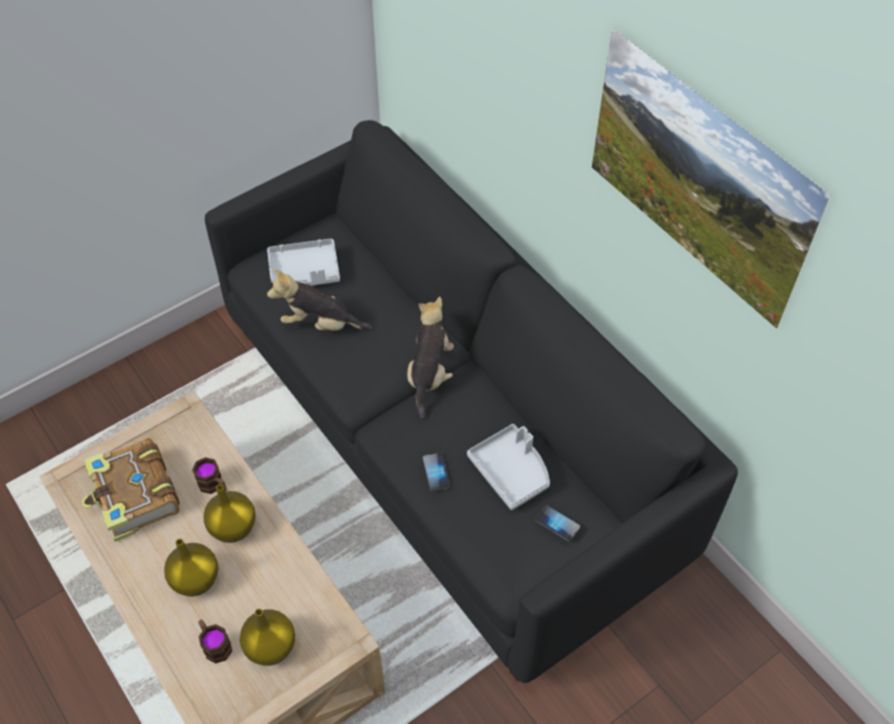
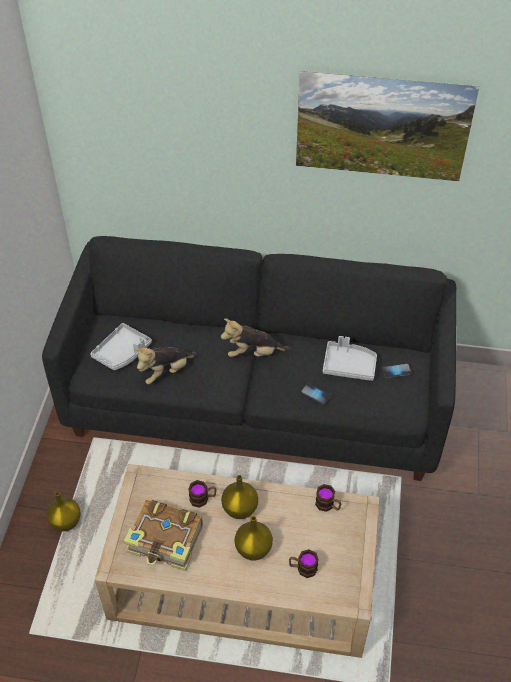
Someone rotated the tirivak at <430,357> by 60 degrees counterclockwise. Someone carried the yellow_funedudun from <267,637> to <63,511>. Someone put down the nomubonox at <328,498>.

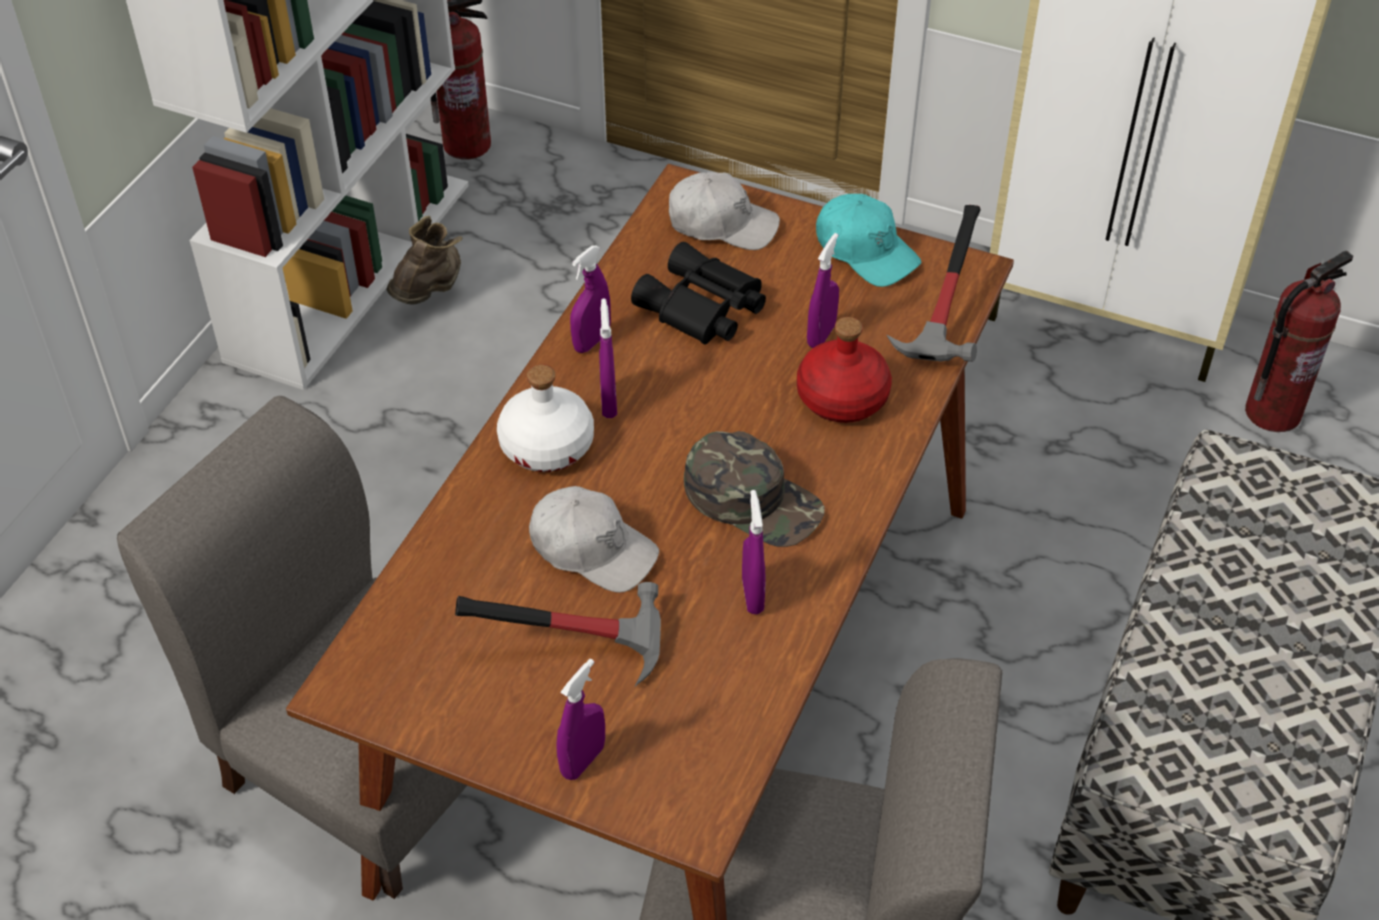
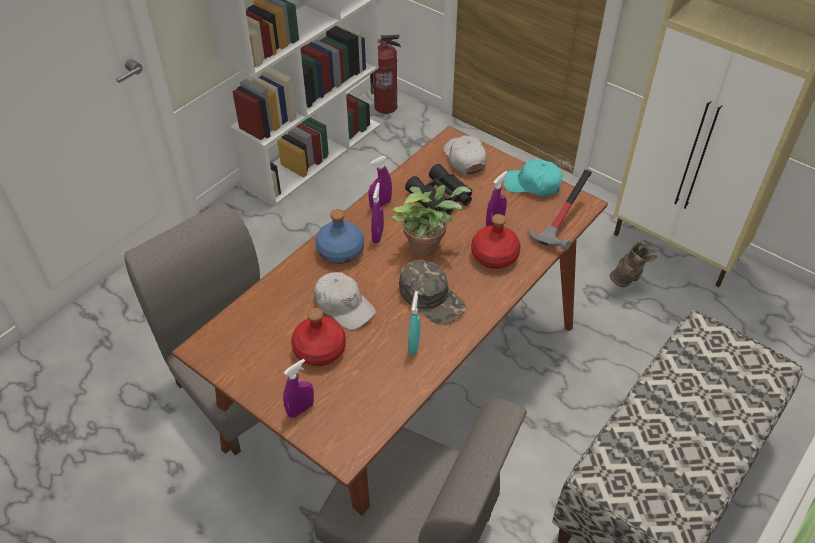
Someone rotated the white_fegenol at <724,211> by 135 degrees counterclockwise. Someone rotated the turquoise_fegenol at <868,240> by 135 degrees clockwise. Someone carried the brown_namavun from <424,260> to <633,264>. Someone took away the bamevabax at <1299,341>. Someone repainted the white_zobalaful at <545,418>, which became the blue_zobalaful at <339,236>. Someone repainted the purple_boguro at <754,552>, which became the turquoise_boguro at <414,323>. Someone swapped the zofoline at <558,634> for the red_zobalaful at <318,337>. Someone put down the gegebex at <432,221>.

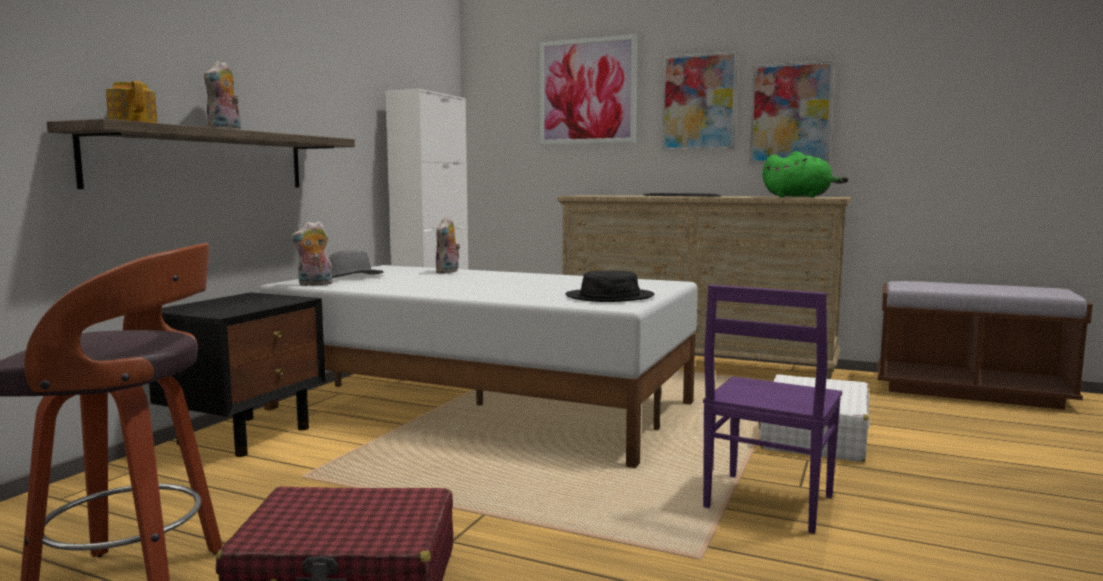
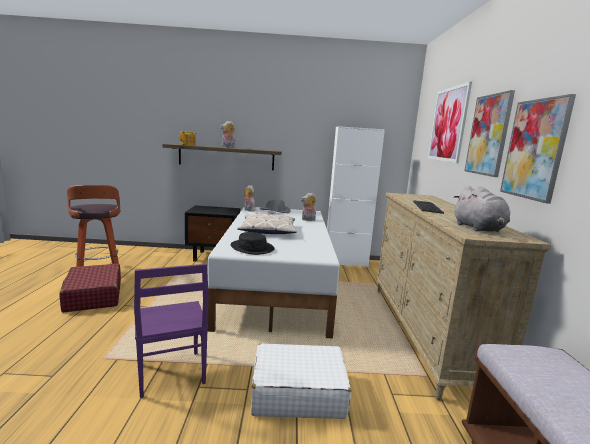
Someone repainted the green_tirivak at <805,174>, which became the grey_tirivak at <482,209>. Someone rotated the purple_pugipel at <772,409> by 120 degrees counterclockwise. Someone put down the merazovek at <267,223>.

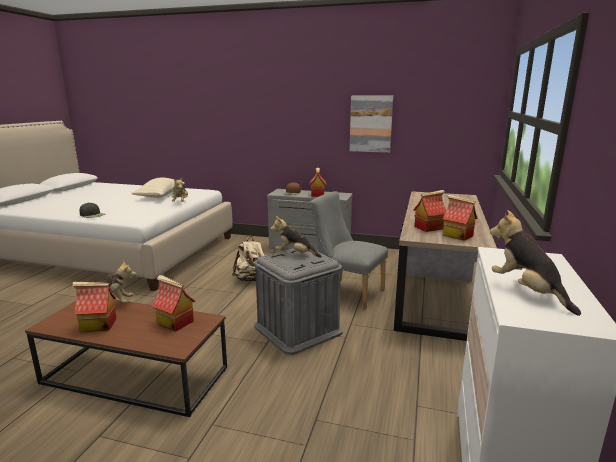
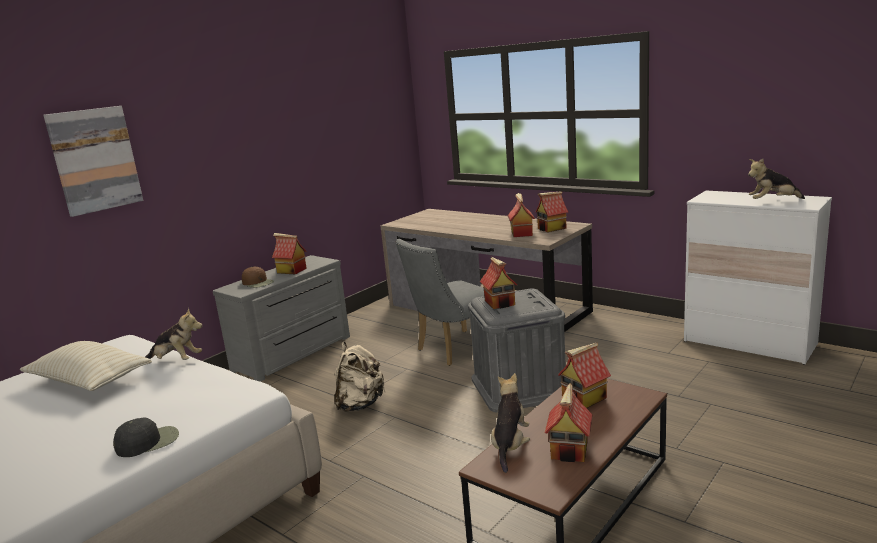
Someone carried the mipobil from <371,124> to <93,161>. Someone swapped the tirivak at <296,237> for the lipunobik at <498,283>.

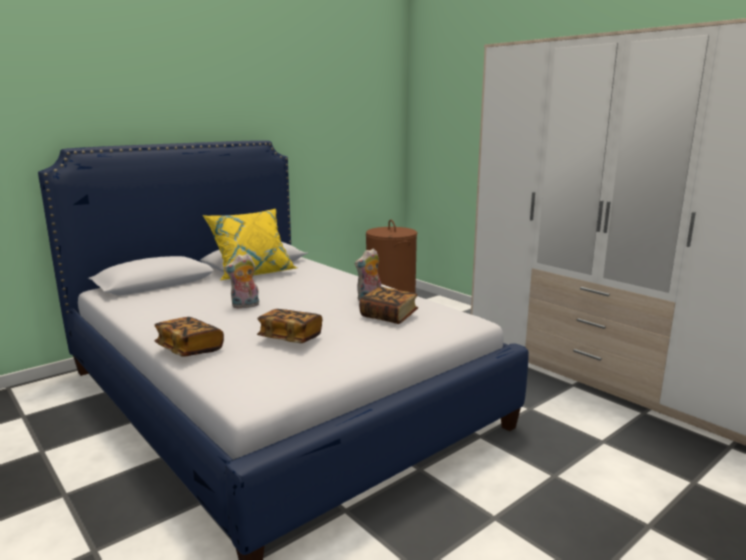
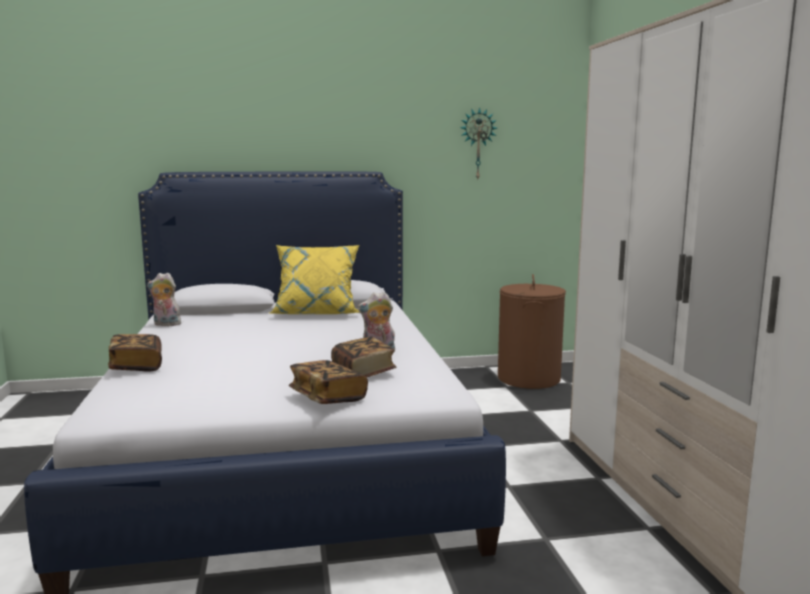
Someone carried the tirivak from <241,281> to <164,299>. Someone carried the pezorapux from <289,326> to <328,382>. Someone put up the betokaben at <478,143>.

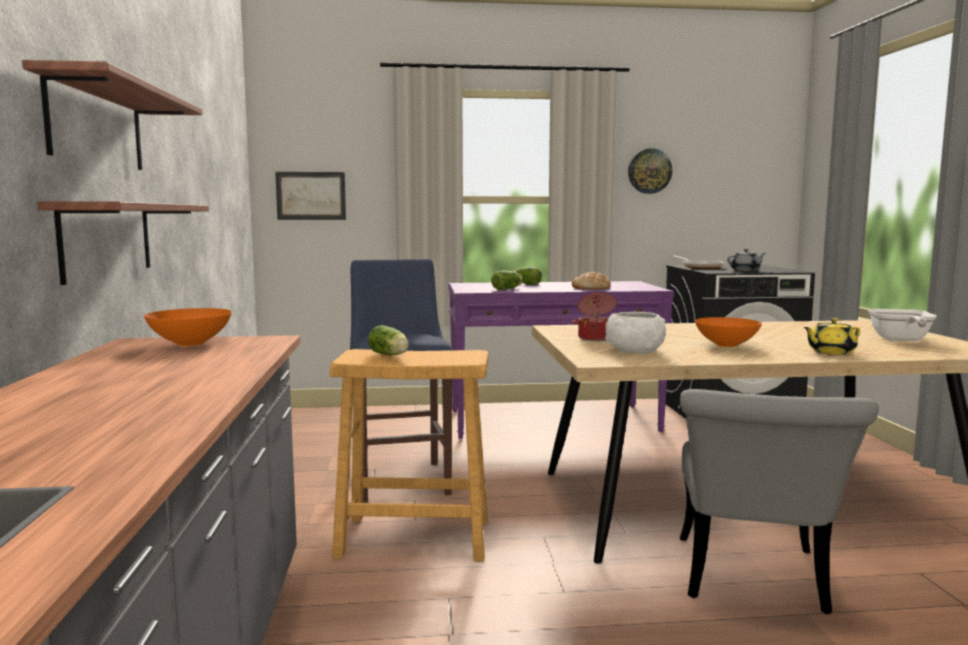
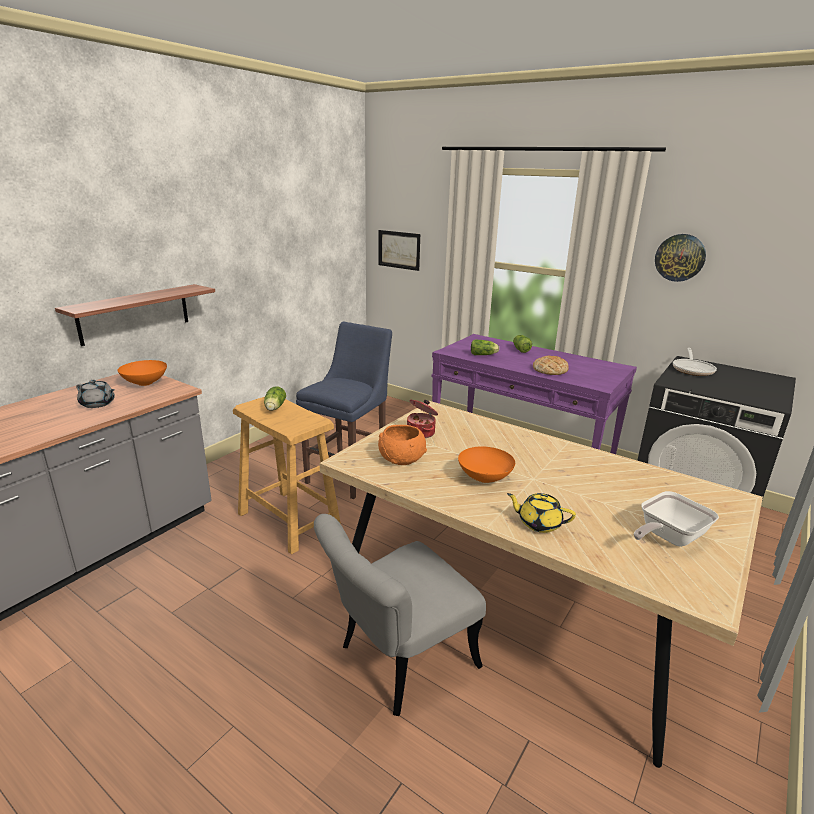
Someone took away the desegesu at <112,115>. Someone carried the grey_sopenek from <746,260> to <95,394>. Someone repainted the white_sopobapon at <635,333>, which became the orange_sopobapon at <402,445>.

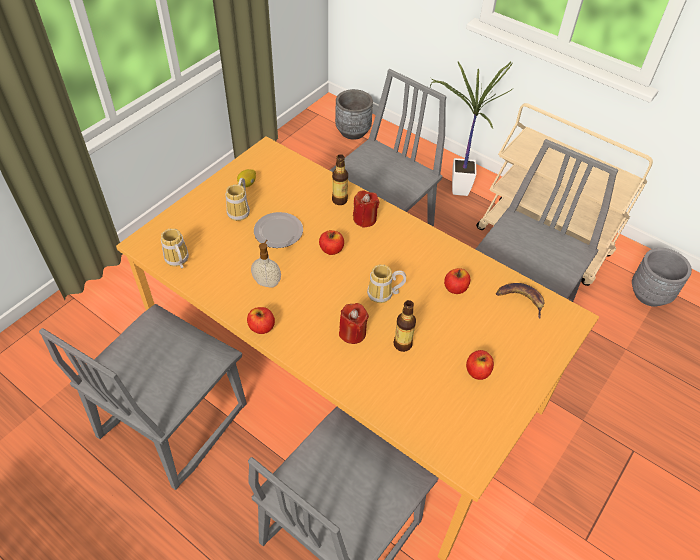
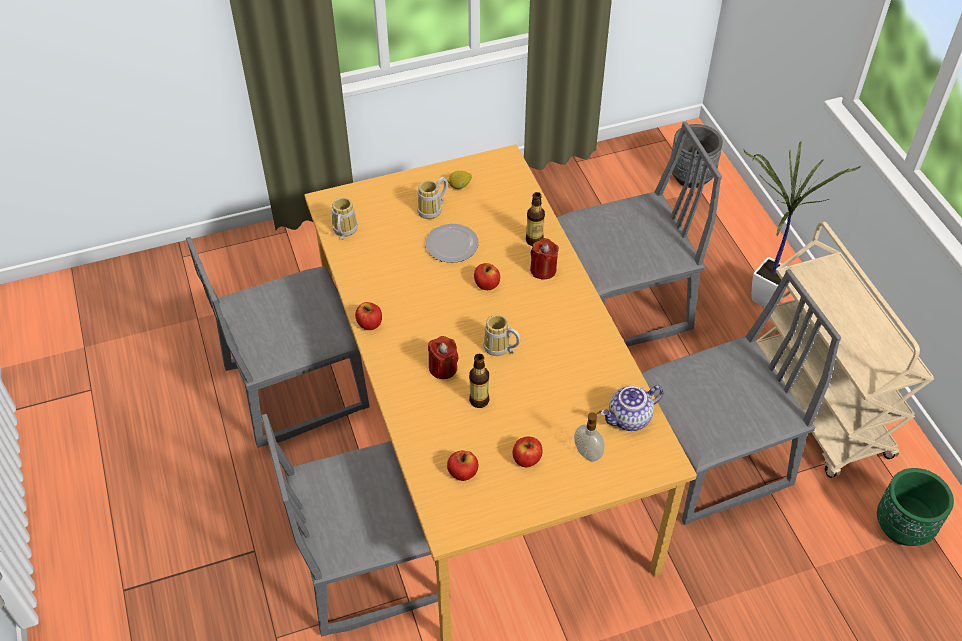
Someone carried the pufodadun from <266,263> to <589,436>. Someone repainted the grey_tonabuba at <662,277>, which became the green_tonabuba at <915,507>. Someone carried the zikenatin from <457,281> to <462,466>. Someone swapped the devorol at <520,300> for the sopenek at <632,408>.

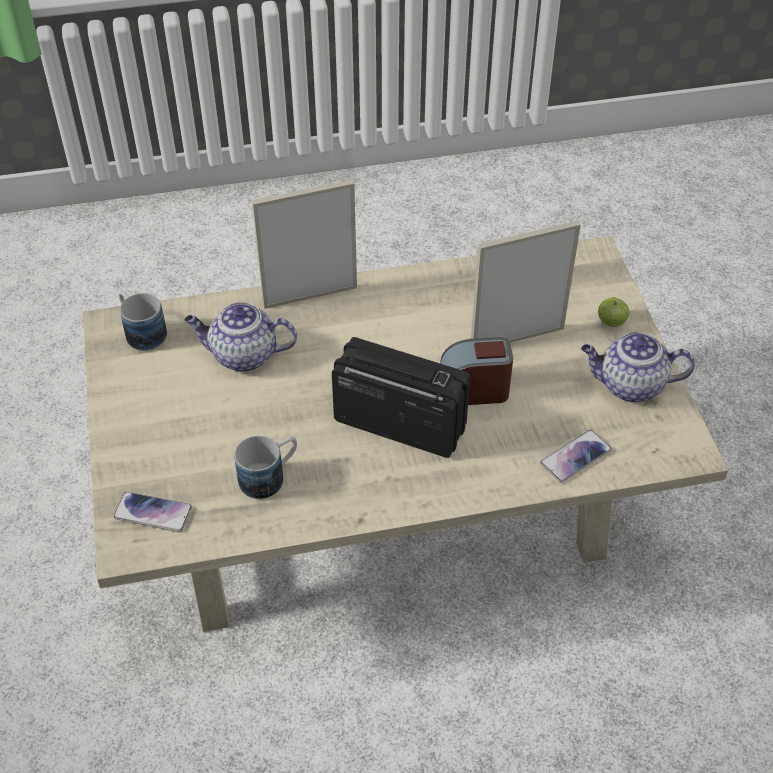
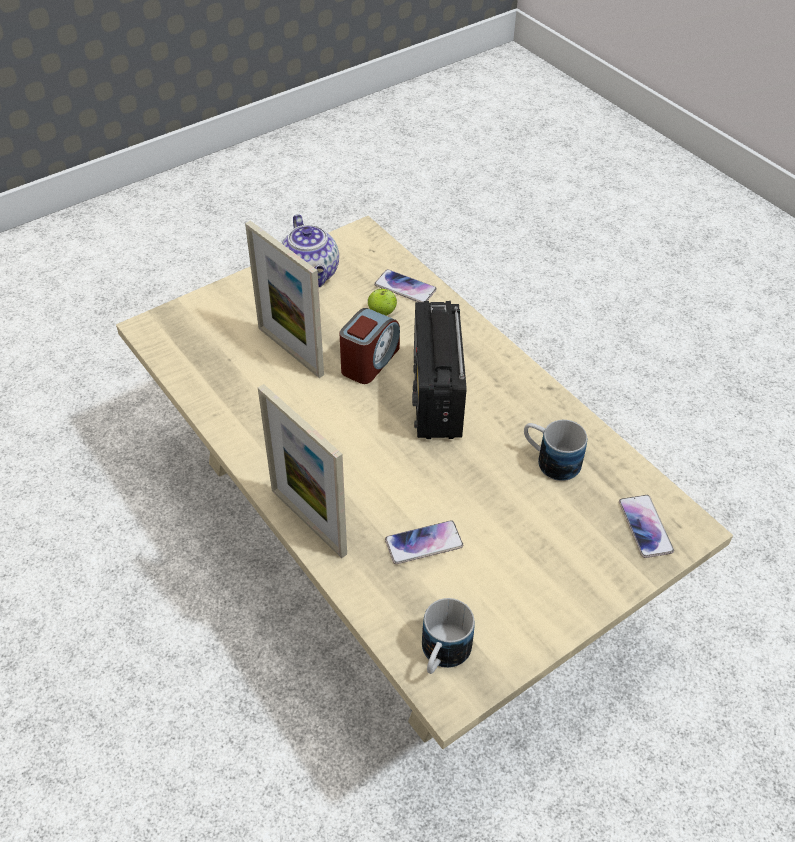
Someone carried the zikenatin from <613,312> to <382,302>. Someone swapped the sopenek at <240,337> for the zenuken at <424,542>. Someone rotated the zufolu at <476,371> by 120 degrees counterclockwise.

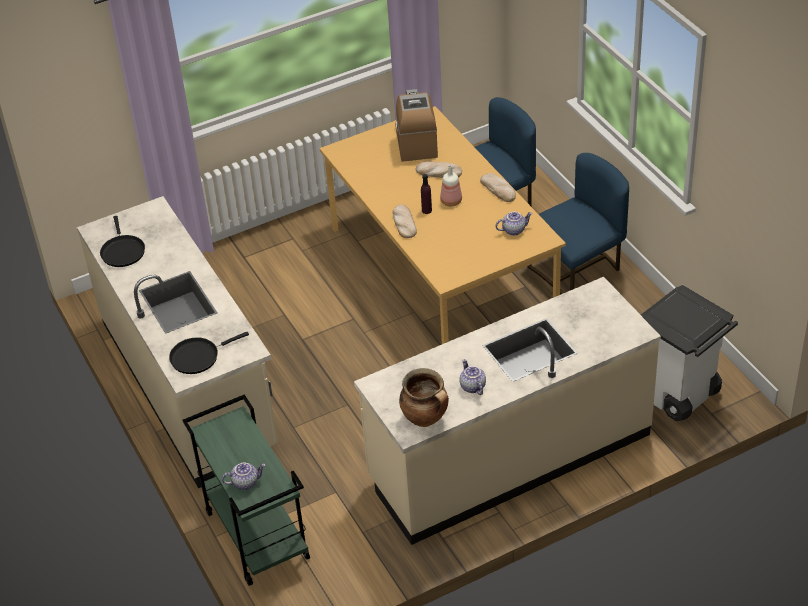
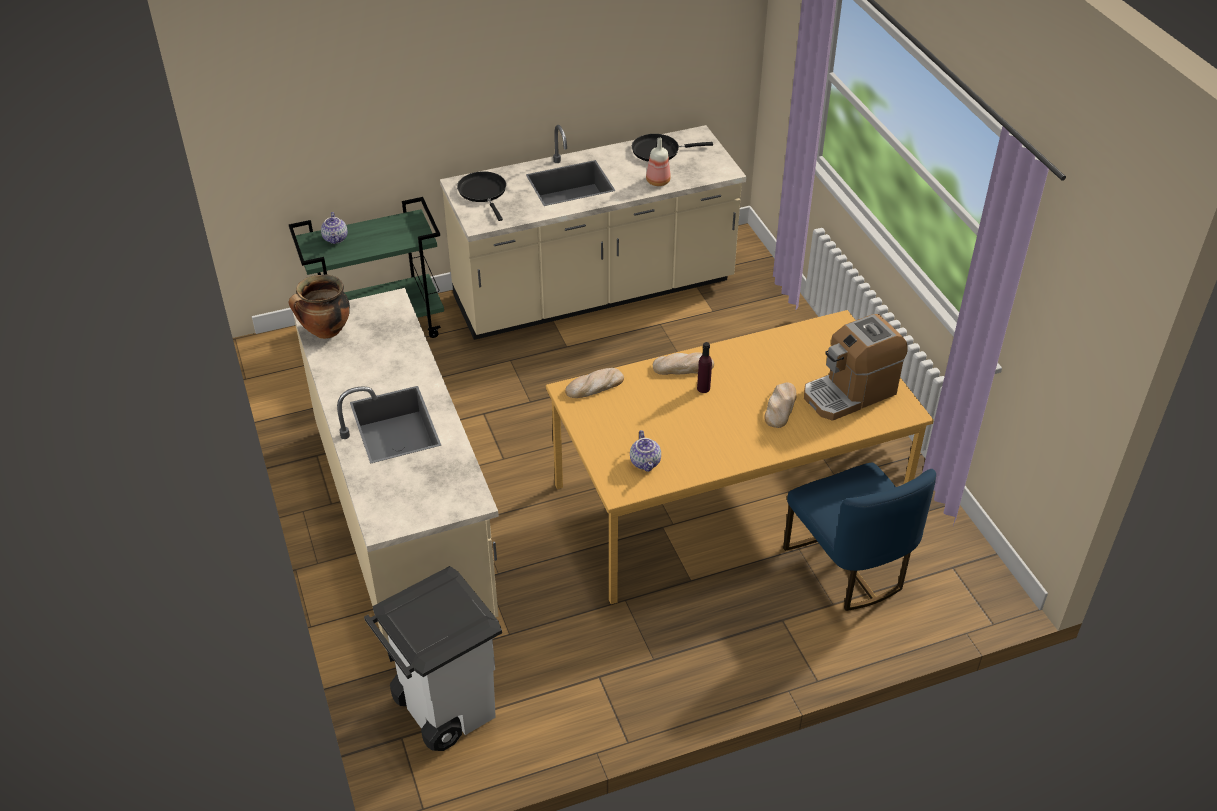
Someone rotated the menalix at <416,125> by 150 degrees clockwise. Someone took away the blue_pugipel at <578,224>. Someone carried the zobalaful from <451,185> to <658,162>. Someone carried the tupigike from <498,187> to <594,383>. Someone took away the sopenek at <473,377>.

